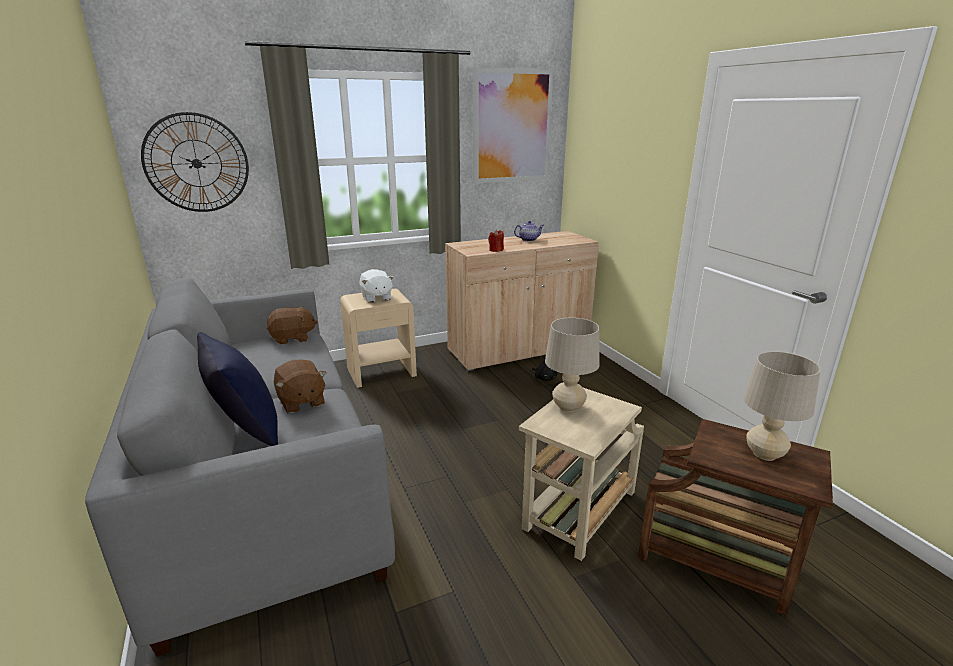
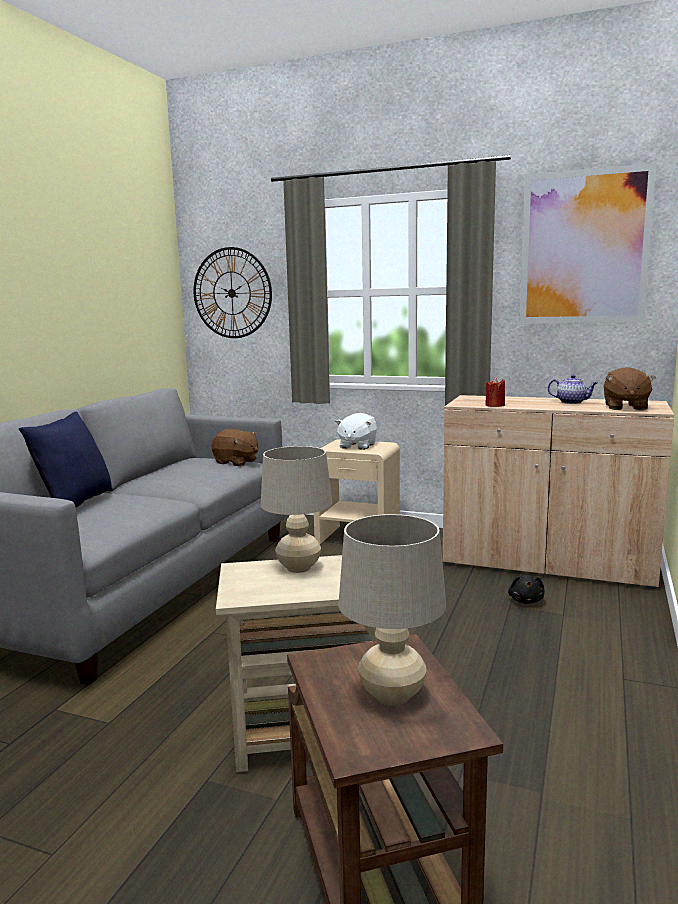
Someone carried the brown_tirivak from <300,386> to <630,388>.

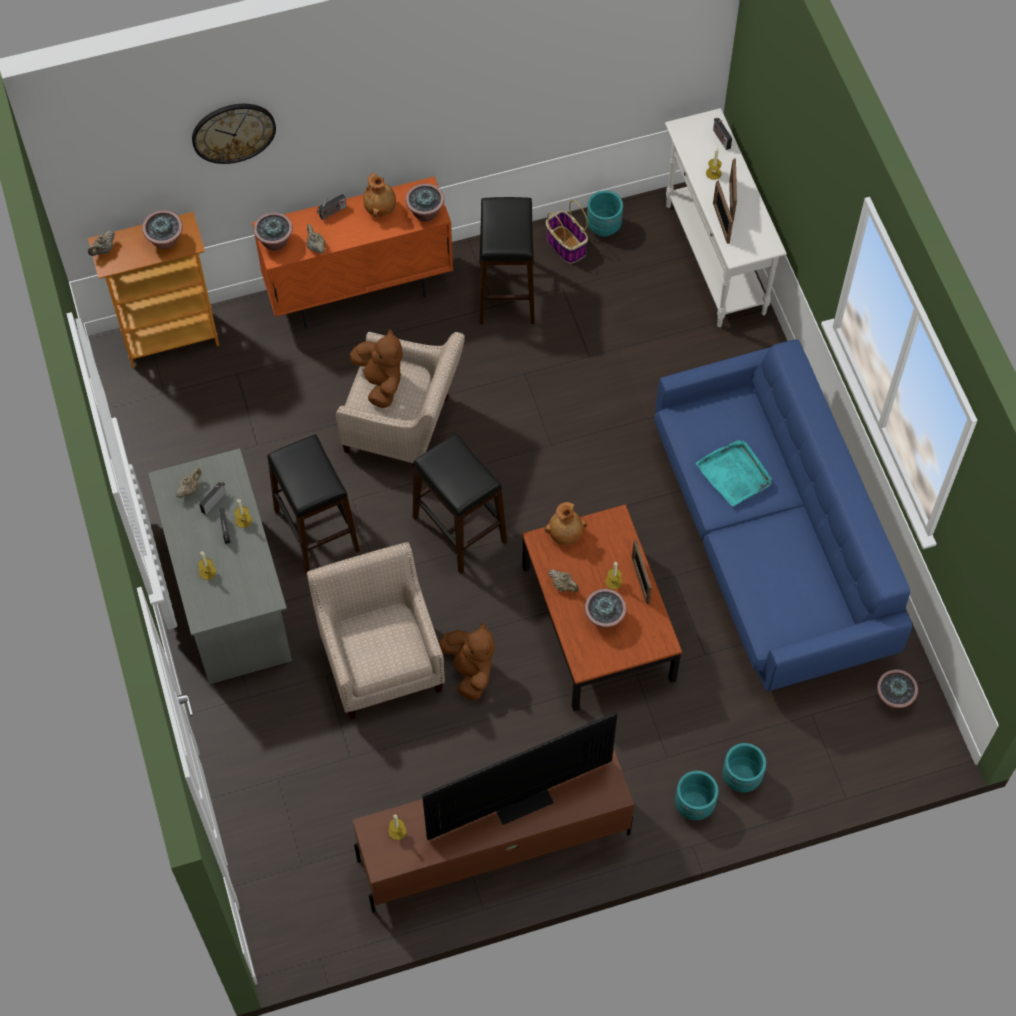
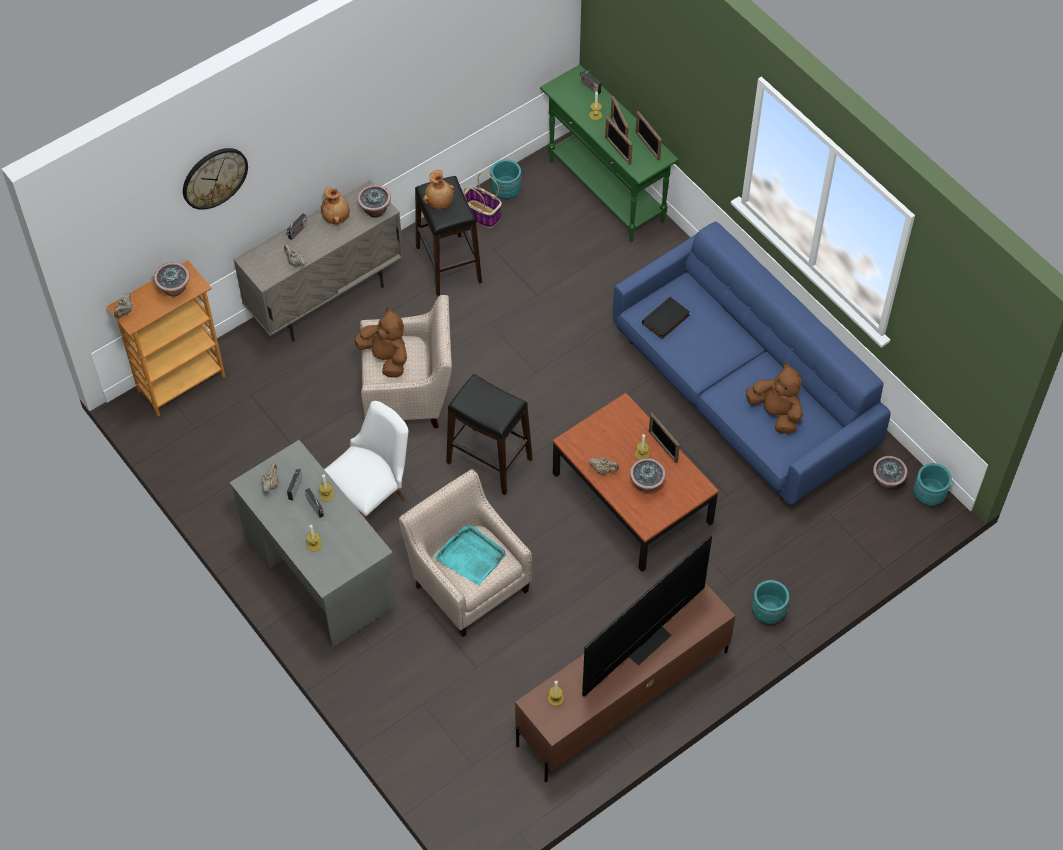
Someone repainted the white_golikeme at <726,217>, which became the green_golikeme at <609,153>. Someone repainted the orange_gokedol at <352,252>, which became the beige_gokedol at <318,261>. Someone took away the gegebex at <273,232>. Someone swapped the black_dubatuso at <313,505> for the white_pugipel at <366,460>. Someone carried the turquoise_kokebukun from <734,473> to <470,555>. Someone carried the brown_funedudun from <566,523> to <439,189>. Someone carried the brown_tirivak from <467,661> to <774,398>. Someone carried the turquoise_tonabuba from <744,768> to <933,484>. Someone put down the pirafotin at <649,136>. Someone put down the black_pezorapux at <666,317>.

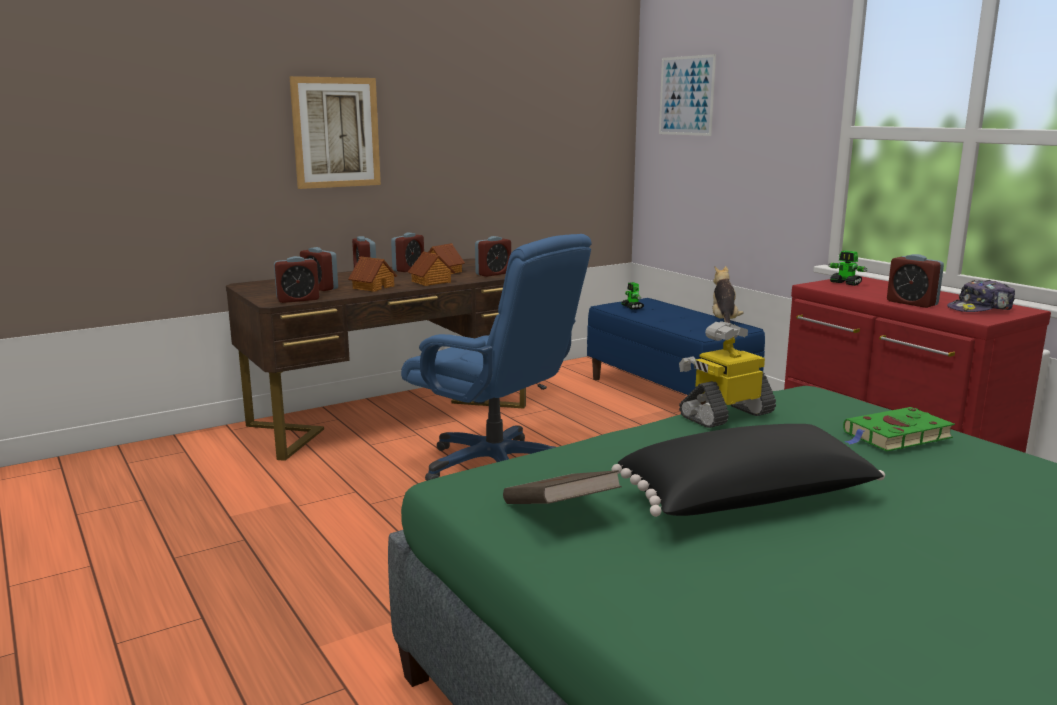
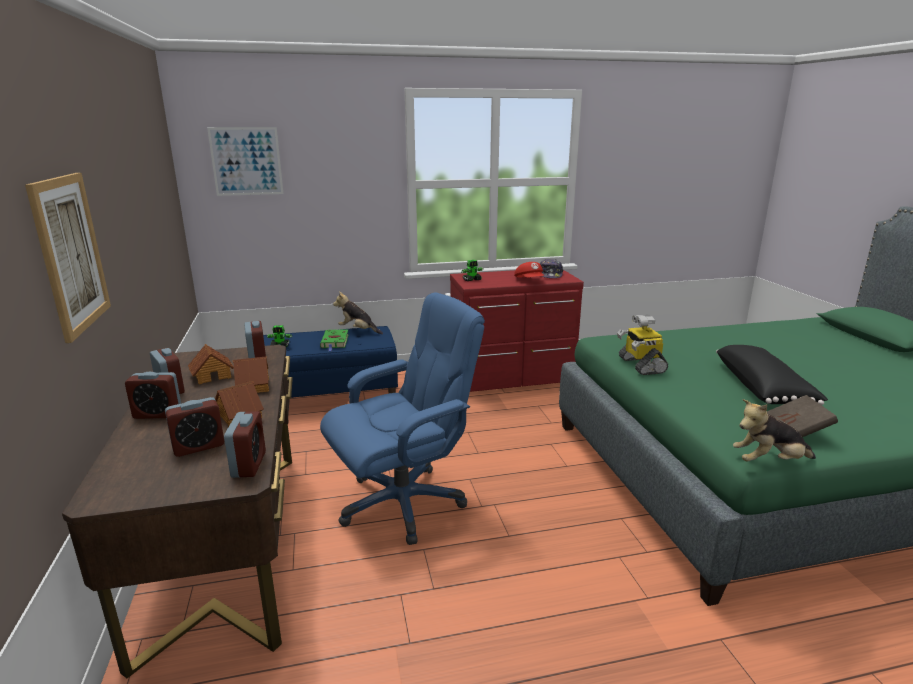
Someone swapped the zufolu at <915,281> for the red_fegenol at <529,270>. Someone carried the green_pezorapux from <899,429> to <334,340>. Someone put down the tirivak at <774,430>.

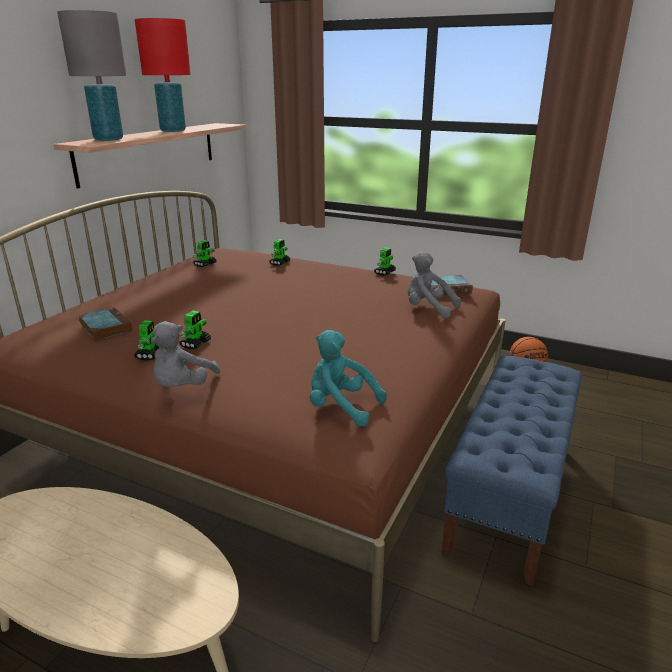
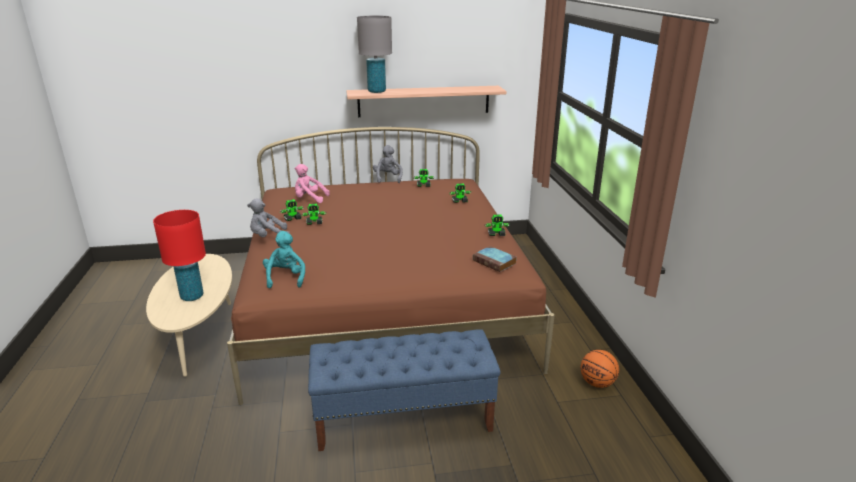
Someone carried the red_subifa from <163,75> to <179,255>. Someone carried the grey_tirivak from <434,284> to <388,164>. Someone swapped the pezorapux at <105,324> for the pink_tirivak at <312,183>.

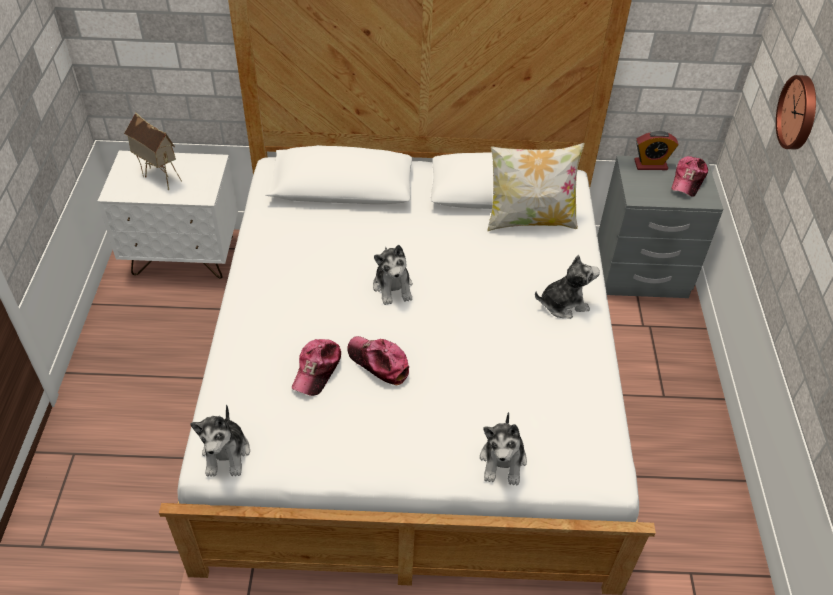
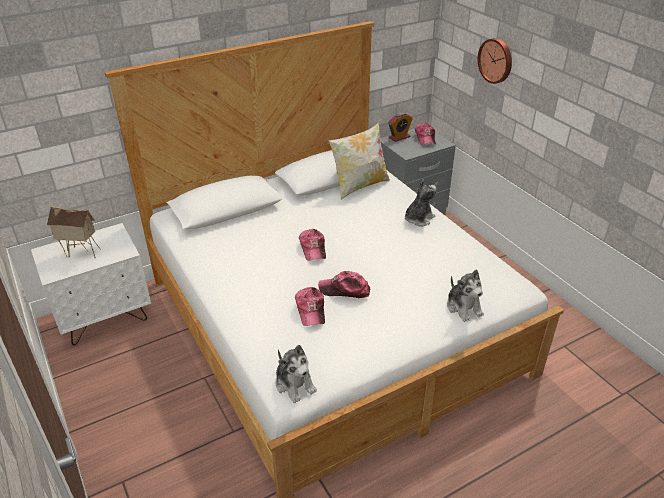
Someone swapped the tirivak at <393,275> for the fegenol at <312,245>.

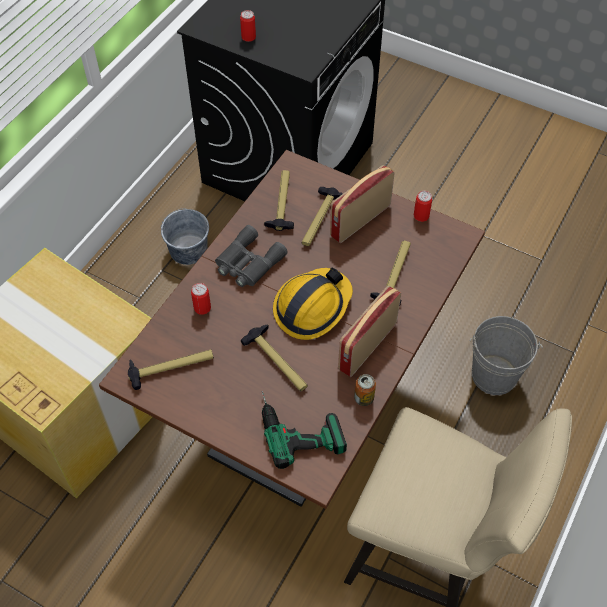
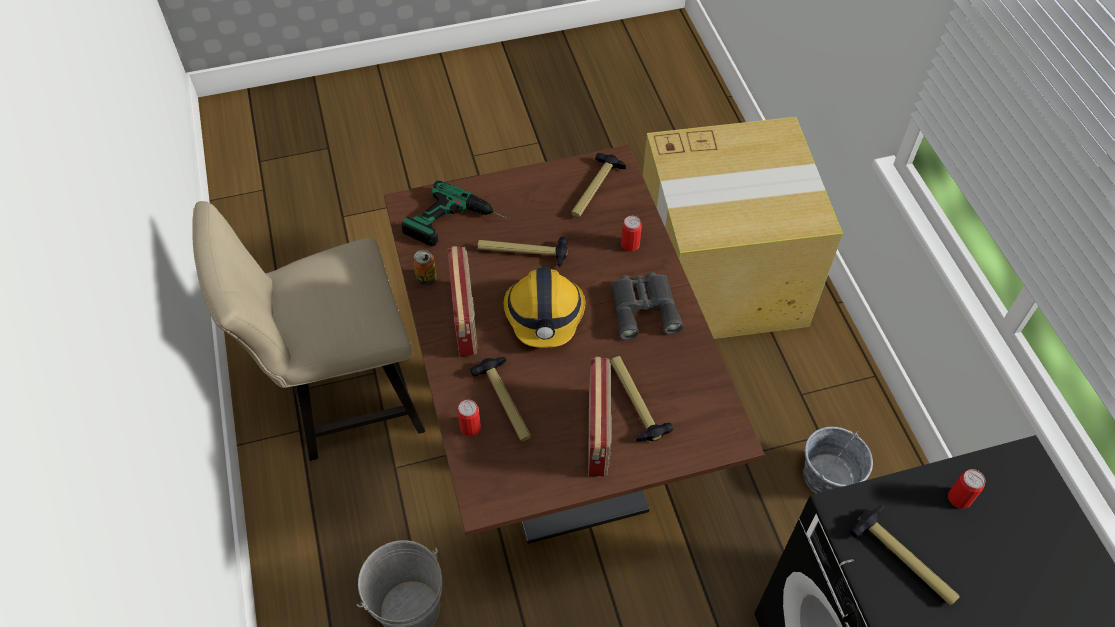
Someone carried the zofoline from <279,200> to <905,556>. Someone carried the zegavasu from <423,206> to <469,418>.

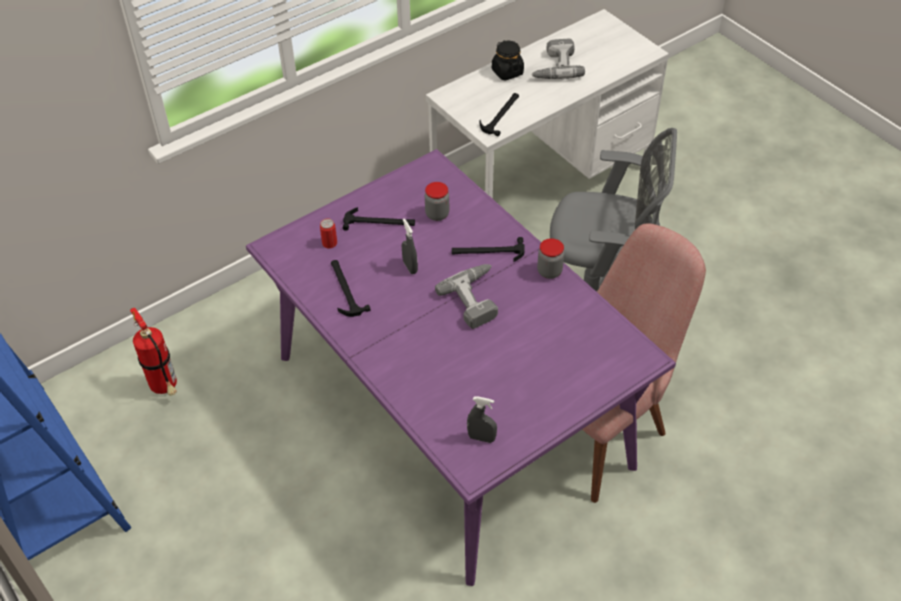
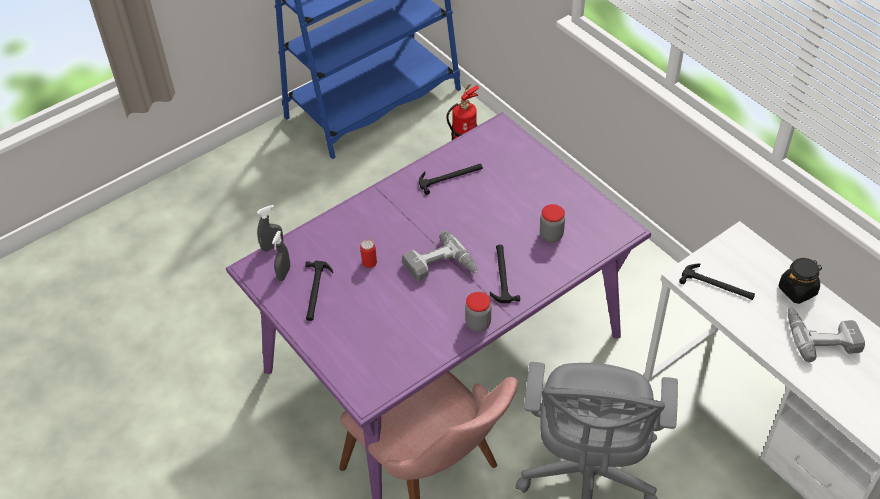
Someone carried the zofoline from <379,219> to <319,291>. Someone carried the zegavasu from <328,233> to <368,253>. Someone carried the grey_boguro from <410,246> to <270,228>.

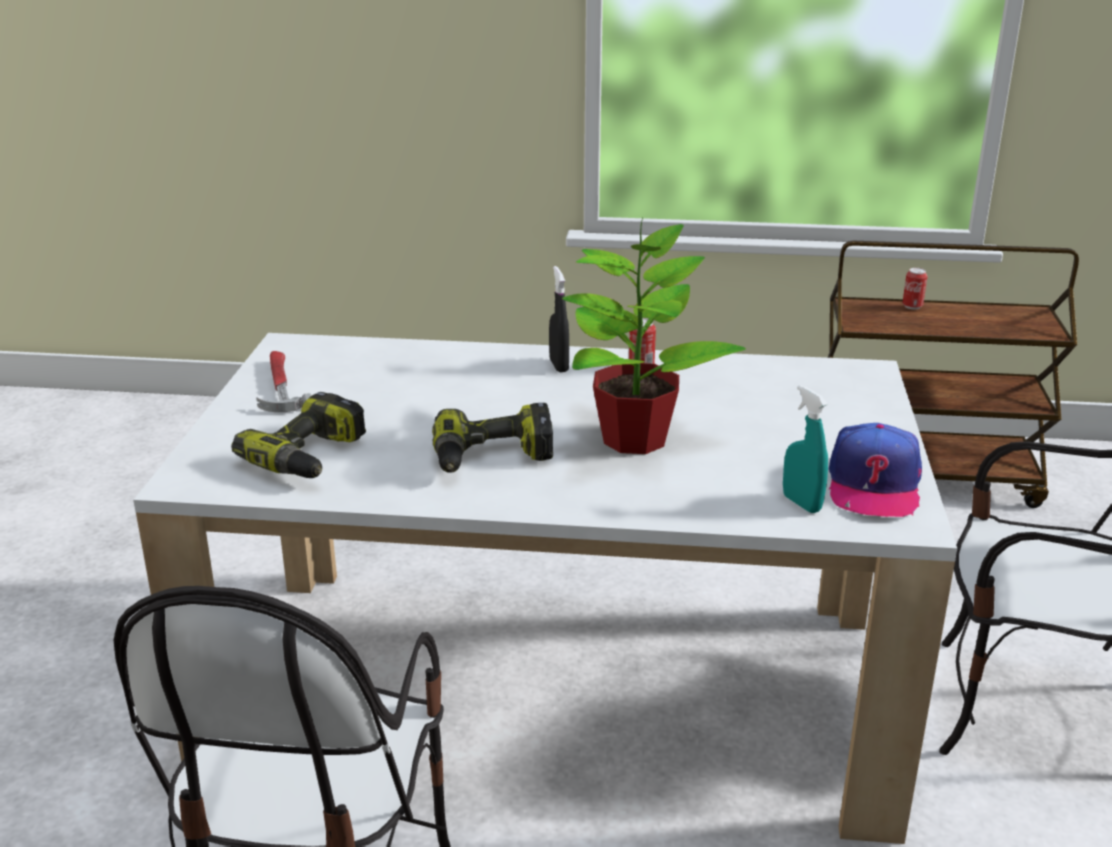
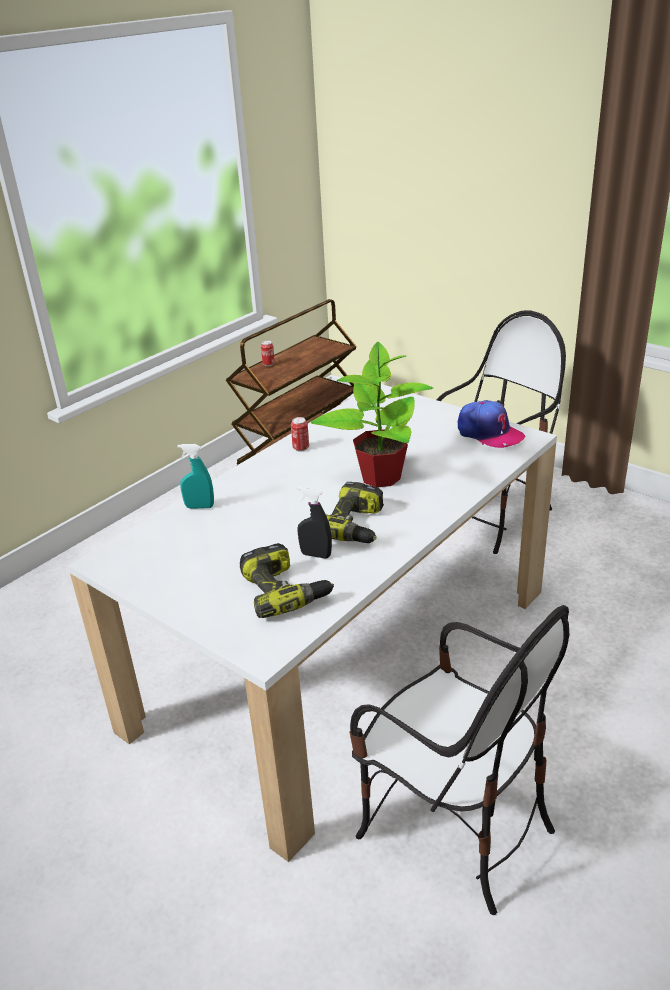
Someone carried the black_boguro from <559,319> to <314,522>. Someone took away the zofoline at <283,381>. Someone carried the turquoise_boguro from <805,449> to <195,476>.

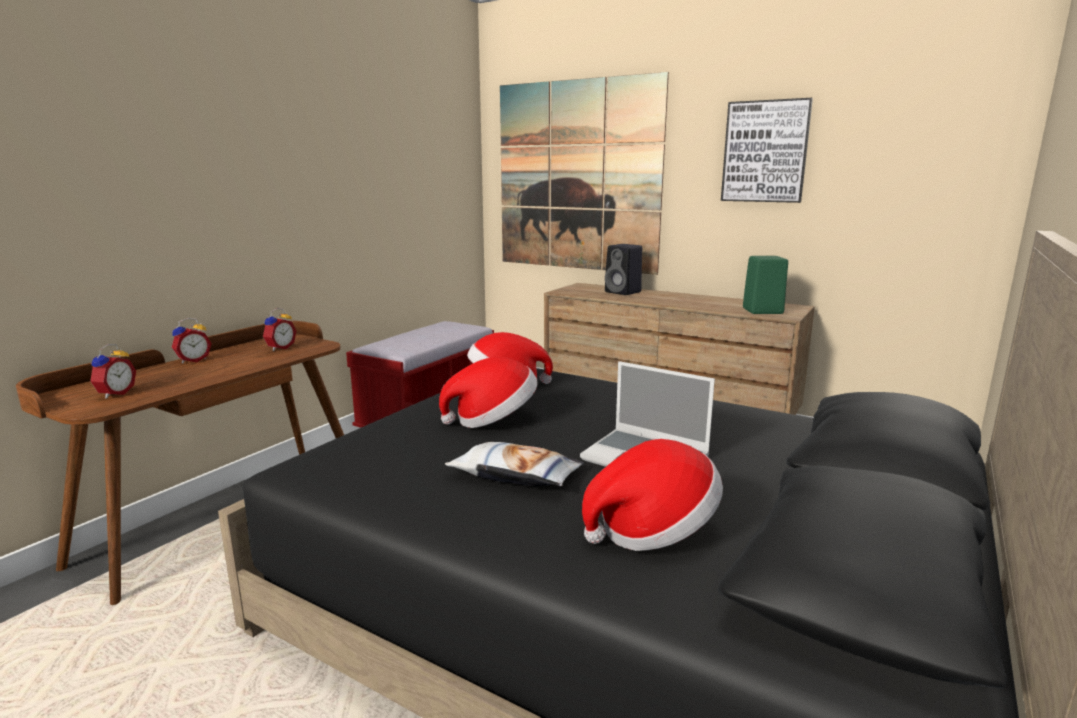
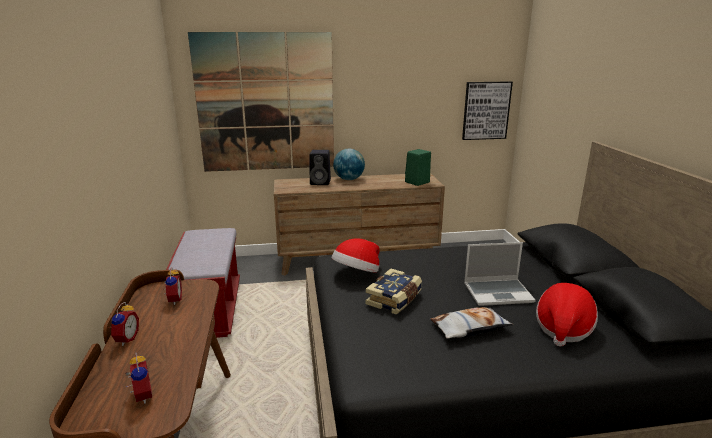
Someone carried the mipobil from <767,150> to <487,110>. Someone swapped the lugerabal at <488,392> for the pezorapux at <394,291>. Someone put down the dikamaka at <349,164>.

